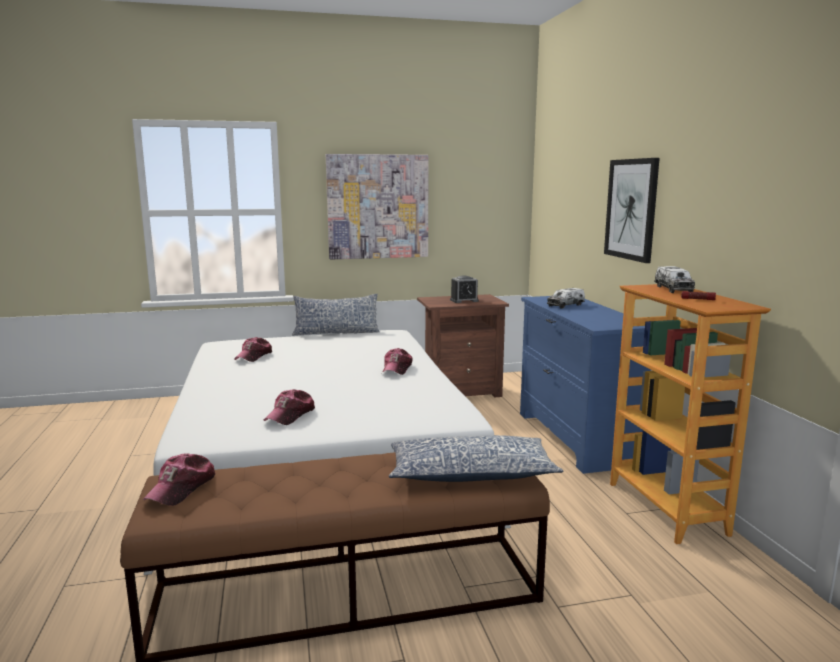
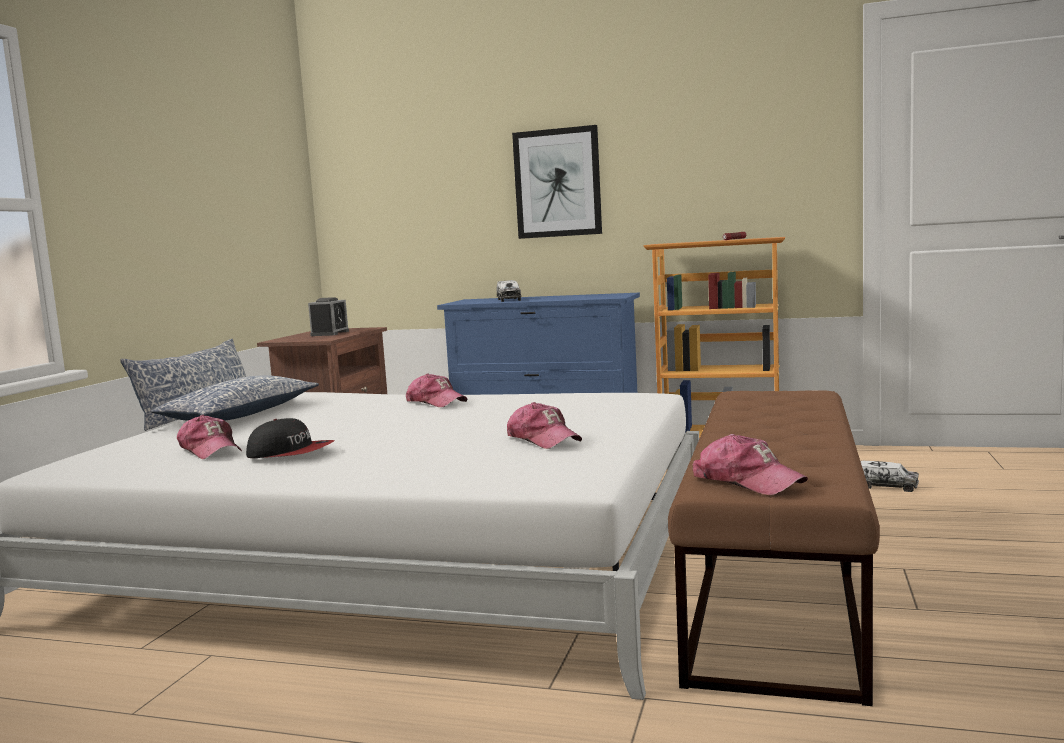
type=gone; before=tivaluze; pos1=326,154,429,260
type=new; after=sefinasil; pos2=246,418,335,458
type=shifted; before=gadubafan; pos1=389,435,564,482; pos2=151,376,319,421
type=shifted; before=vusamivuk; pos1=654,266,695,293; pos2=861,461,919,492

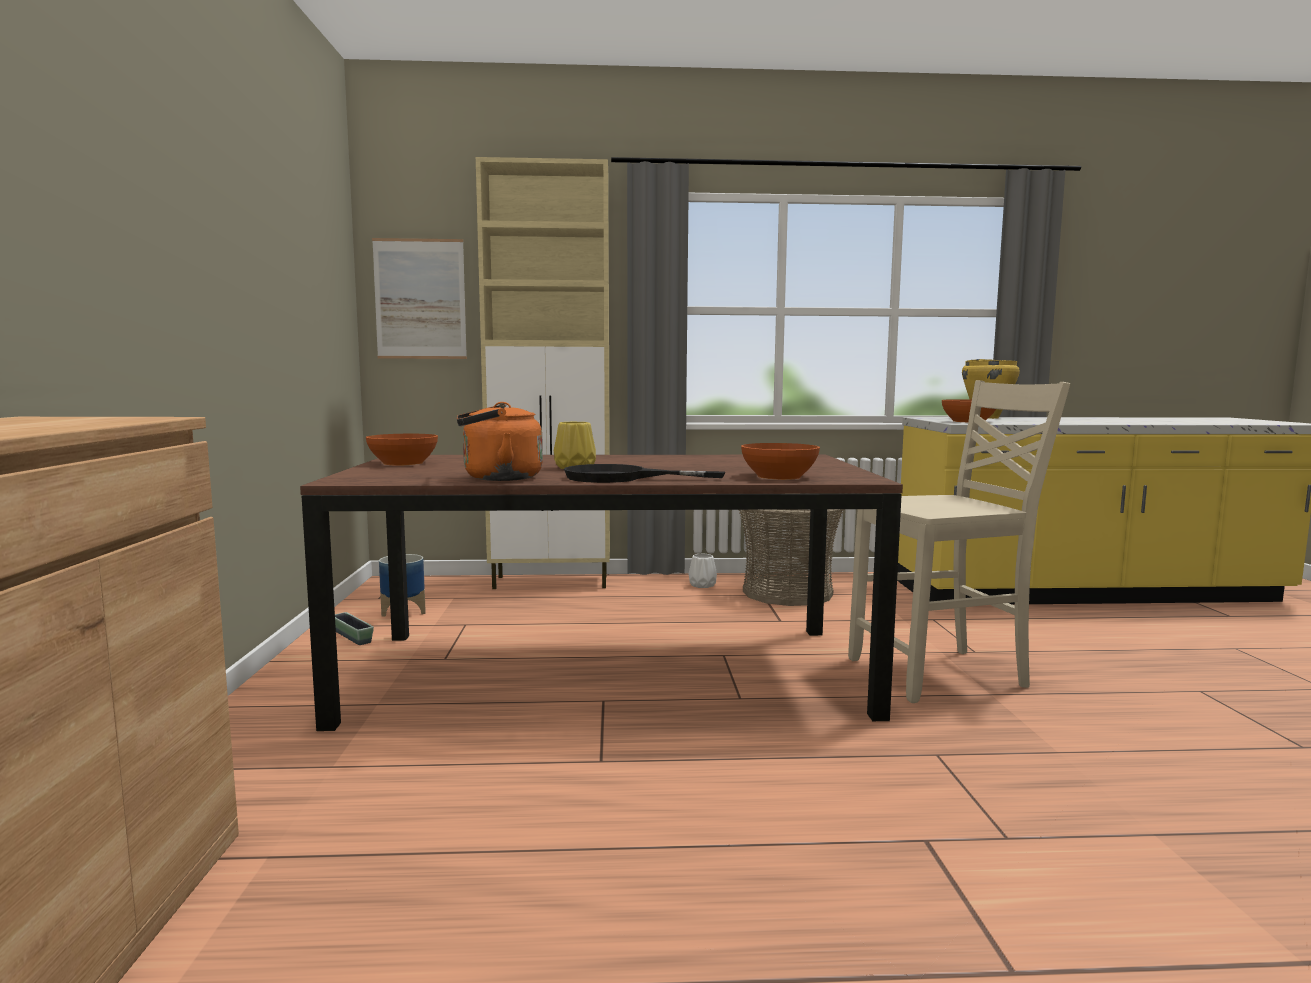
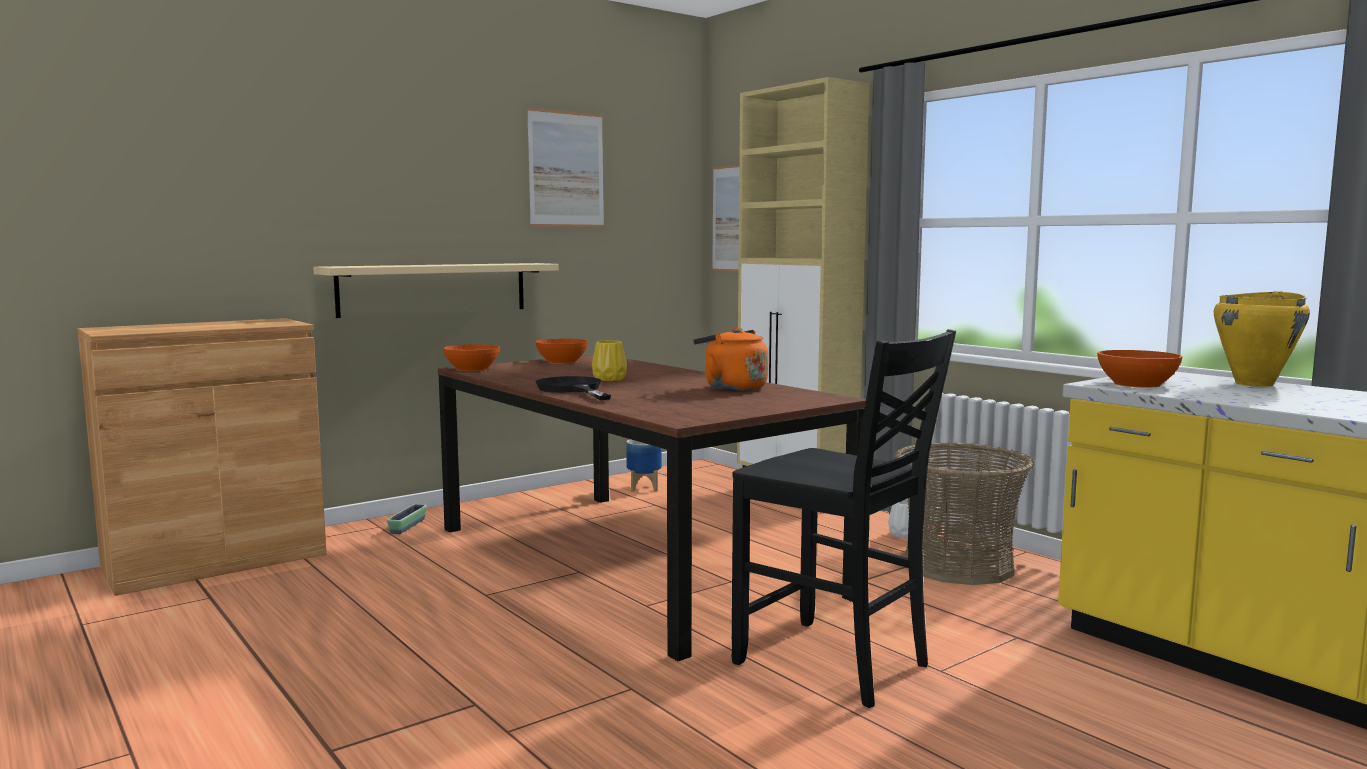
type=new; after=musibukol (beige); pos2=313,263,559,318
type=new; after=tivaluze; pos2=527,108,604,227
type=shifted; before=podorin; pos1=335,612,374,645; pos2=387,504,427,534
type=shifted; before=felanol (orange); pos1=457,402,543,481; pos2=693,328,768,391
type=shifted; before=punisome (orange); pos1=741,443,820,480; pos2=443,344,500,371
type=repainted; before=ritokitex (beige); after=ritokitex (black); pos1=848,380,1070,703; pos2=732,329,956,708

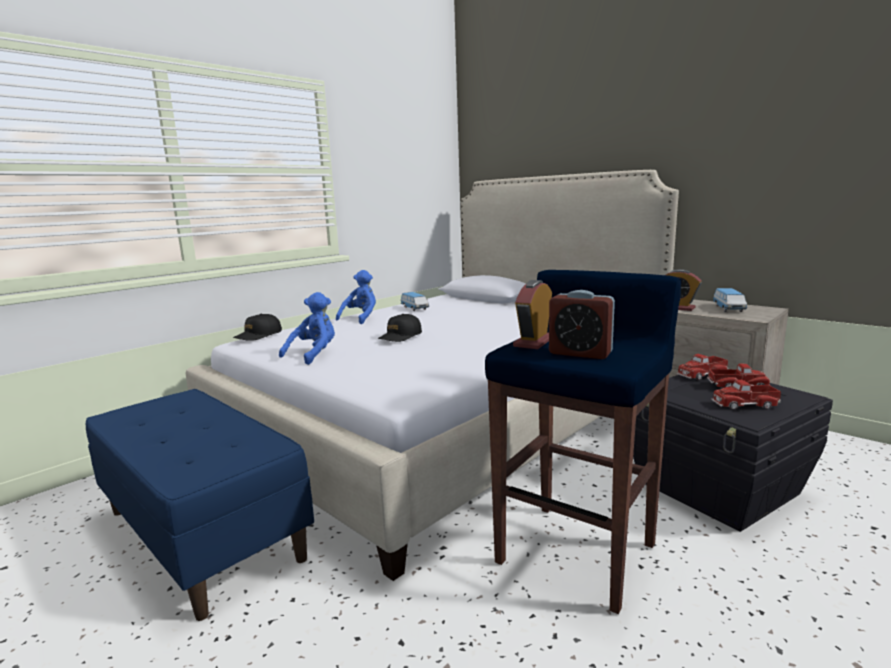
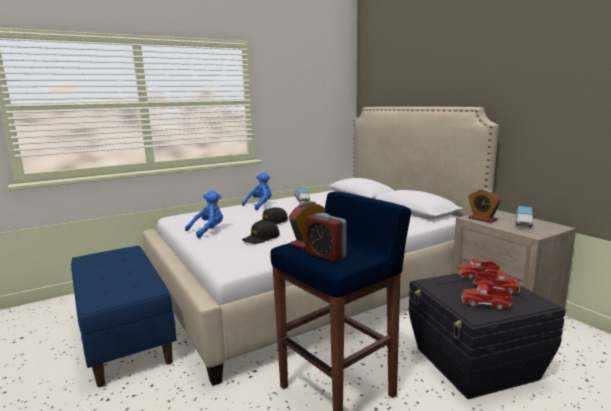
type=shifted; before=sefinasil (black); pos1=233,314,282,341; pos2=242,221,280,244

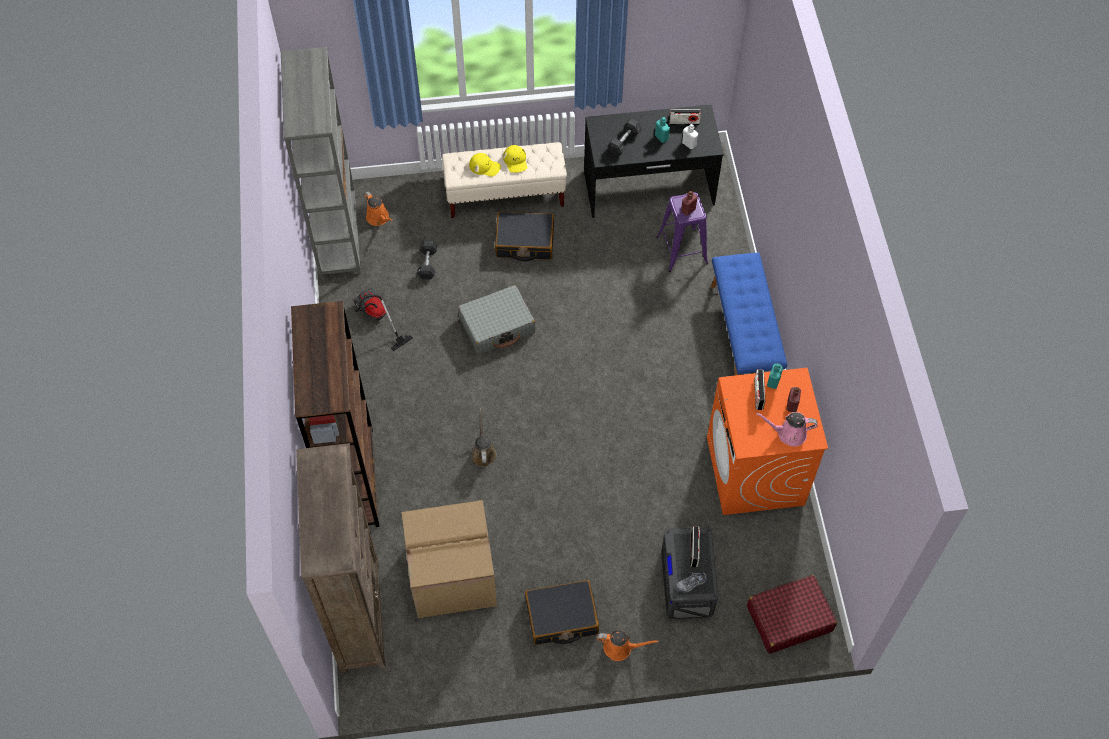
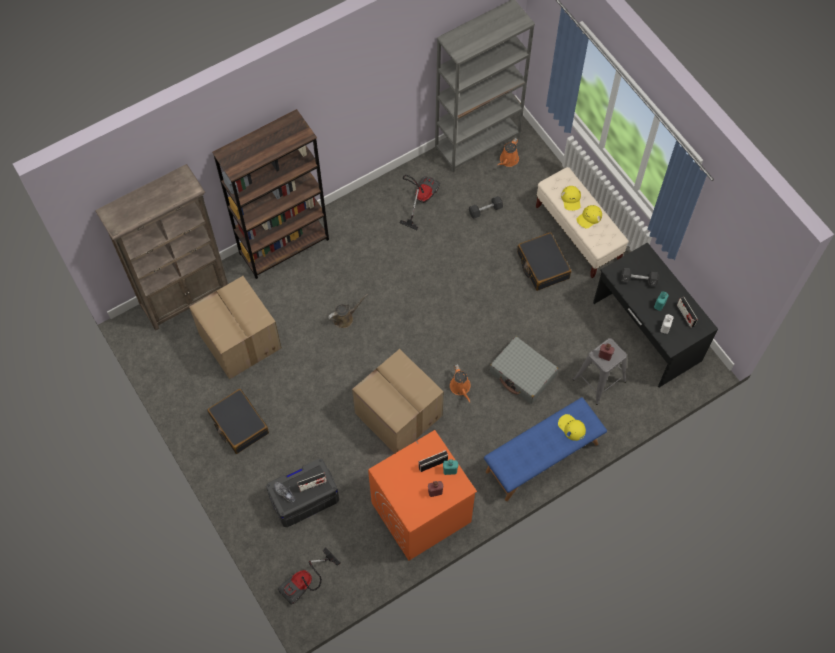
type=gone; before=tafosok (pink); pos1=756,412,818,447
type=new; after=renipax; pos2=352,349,444,453
type=new; after=sefinasil (yellow); pos2=558,414,586,441
type=shifted; before=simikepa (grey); pos1=458,285,535,354; pos2=490,336,558,404
type=shifted; before=tafosok (orange); pos1=597,630,659,661; pos2=450,364,471,403
type=swapped; before=simikepa (red); after=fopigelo; pos1=747,575,837,654; pos2=278,547,340,605
type=repainted; before=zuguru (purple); after=zuguru (grey); pos1=657,192,708,272; pos2=573,338,627,405

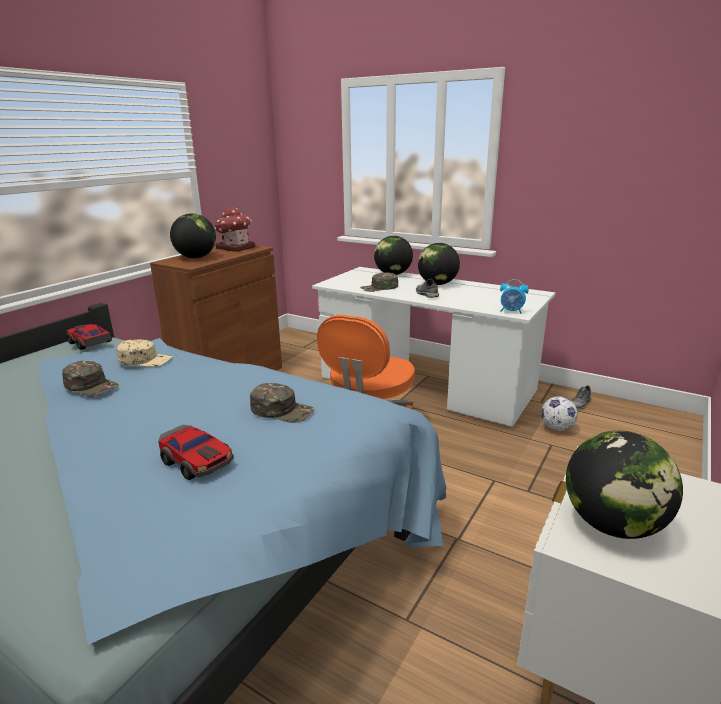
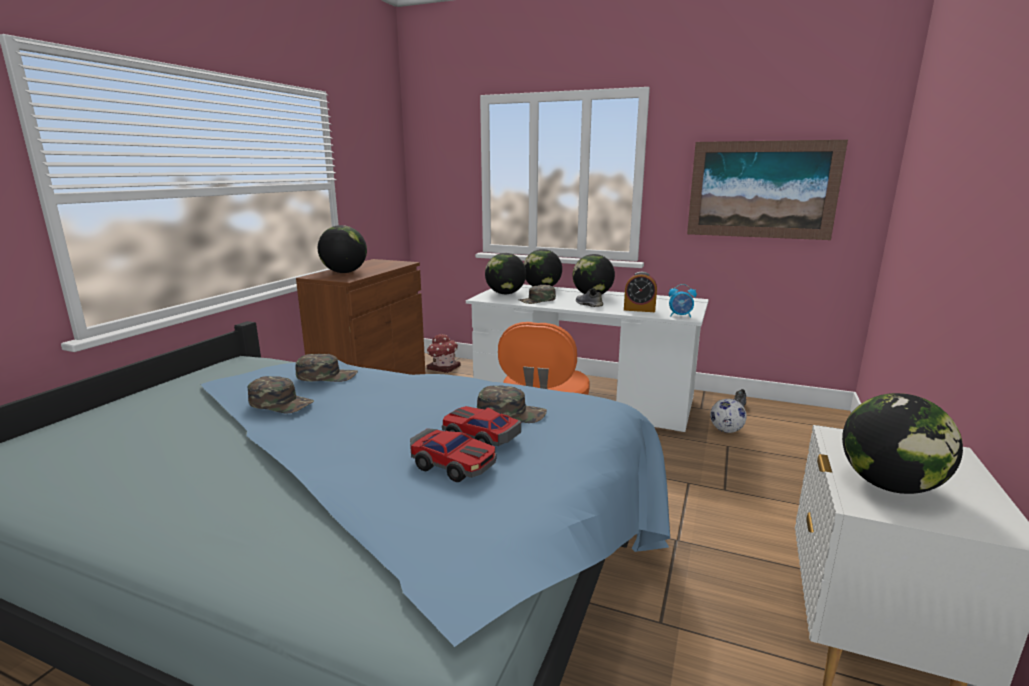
type=new; after=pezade; pos2=485,253,526,294
type=new; after=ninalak; pos2=624,272,657,312
type=new; after=tivaluze; pos2=687,140,848,240
type=shifted; before=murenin; pos1=66,324,112,350; pos2=442,406,521,446
type=shifted; before=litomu; pos1=214,206,255,252; pos2=427,334,461,373
type=repainted; before=sefinasil (beige); after=sefinasil (green); pos1=116,339,173,367; pos2=295,354,358,382

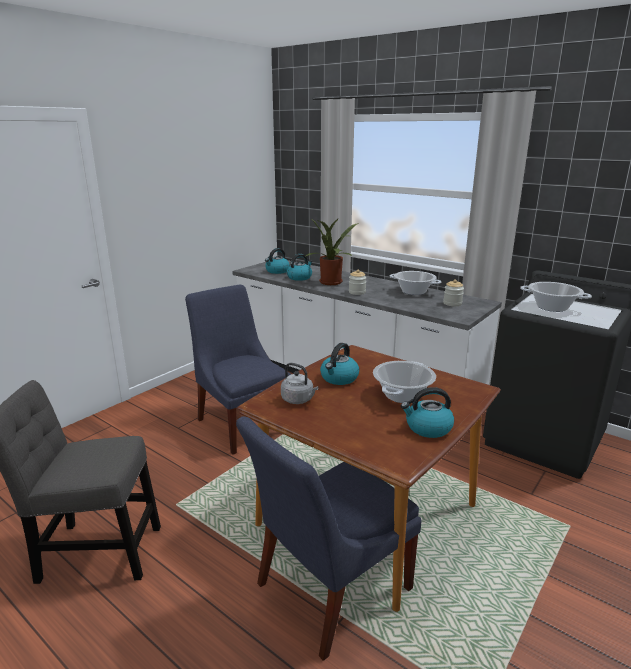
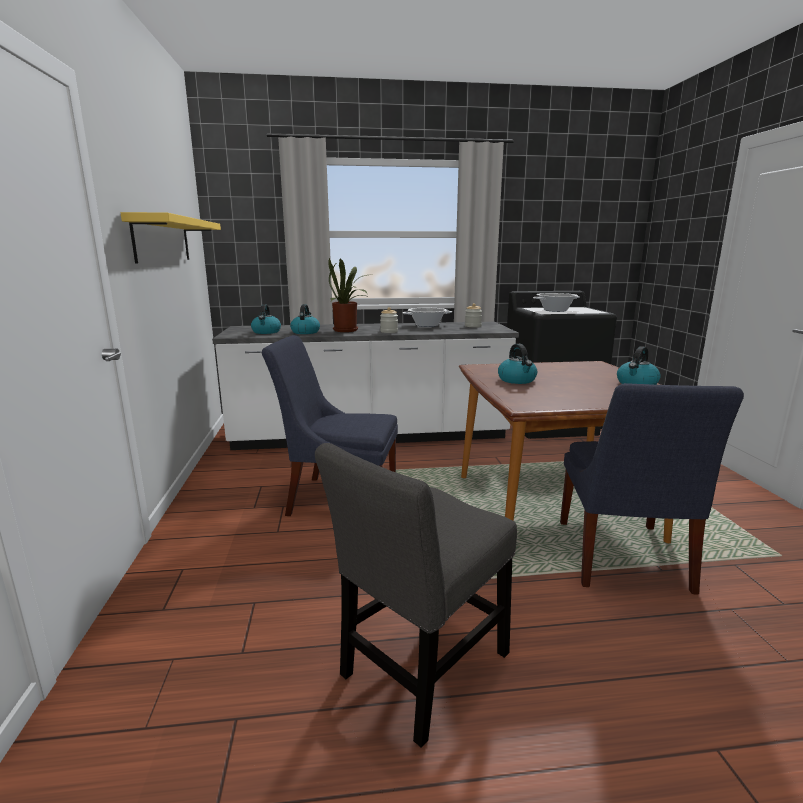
type=gone; before=felanol (grey); pos1=281,363,319,404
type=gone; before=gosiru; pos1=373,361,436,403
type=new; after=musibukol (yellow); pos2=121,212,221,264

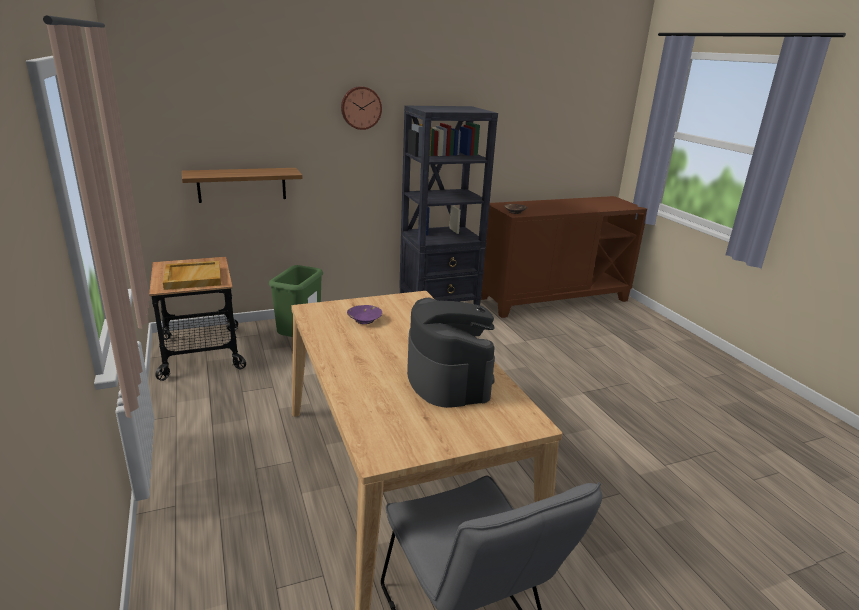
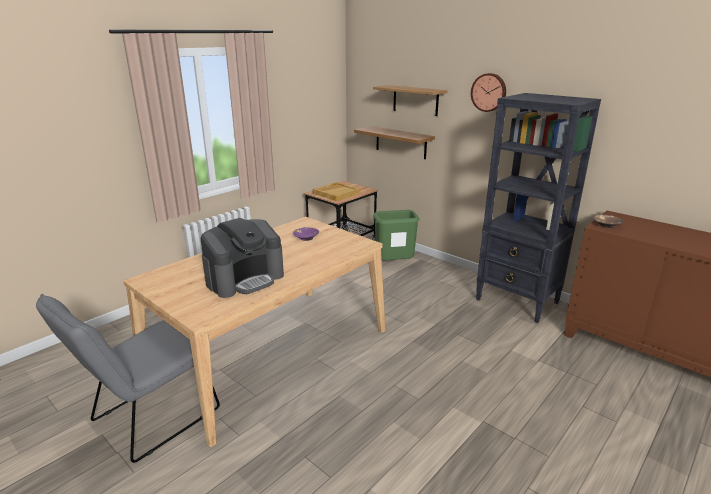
type=new; after=musibukol; pos2=373,85,448,116

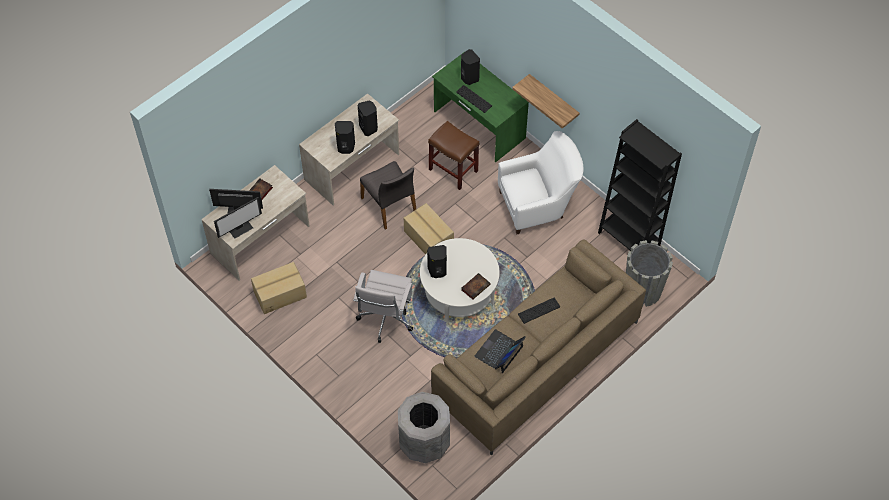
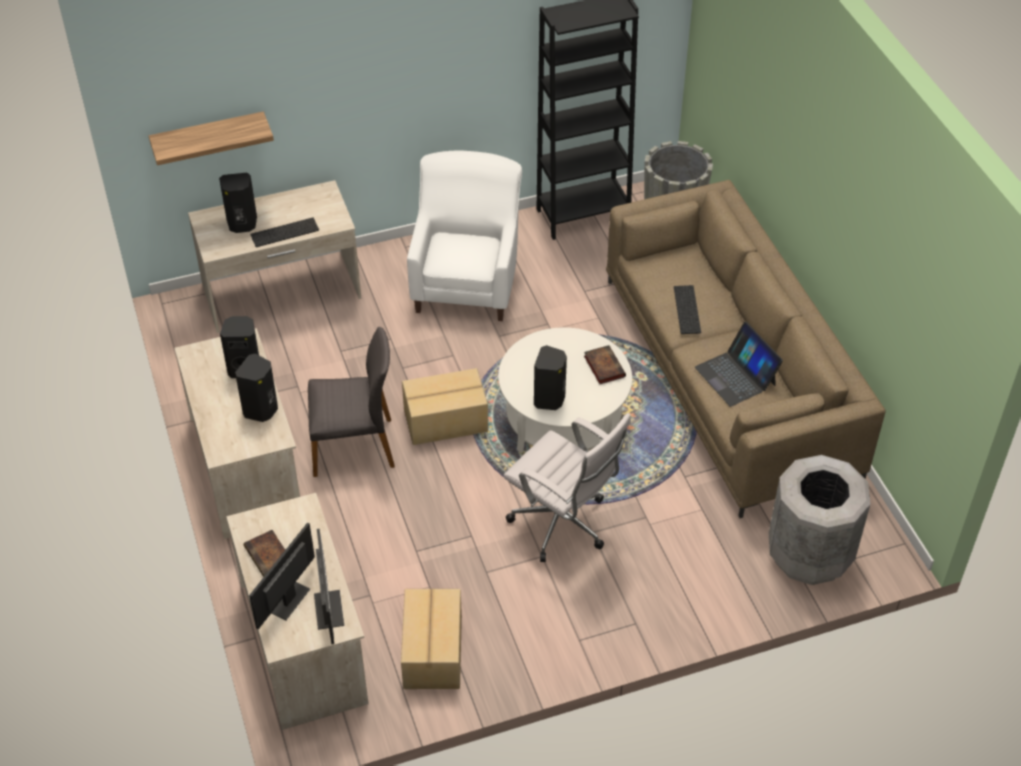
type=gone; before=zuguru (brown); pos1=428,121,479,190
type=shifted; before=musibukol; pos1=512,74,579,129; pos2=149,111,274,165
type=repainted; before=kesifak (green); after=kesifak (beige); pos1=432,53,529,162; pos2=188,180,361,333

